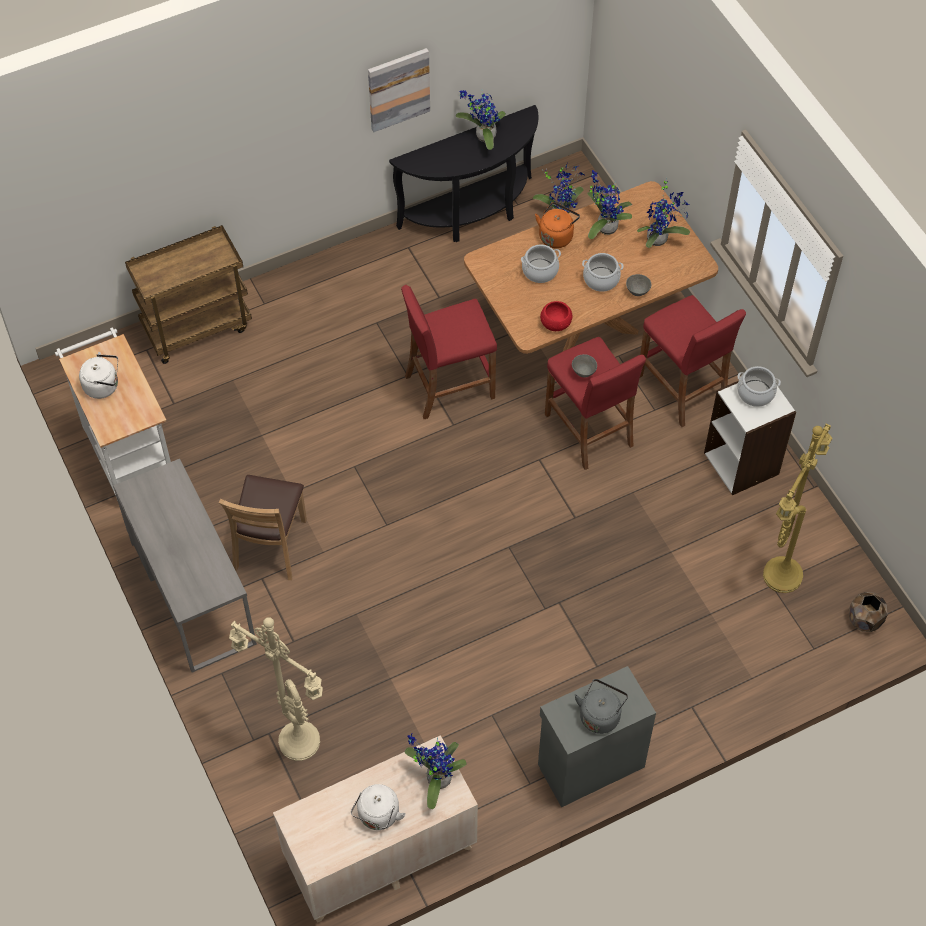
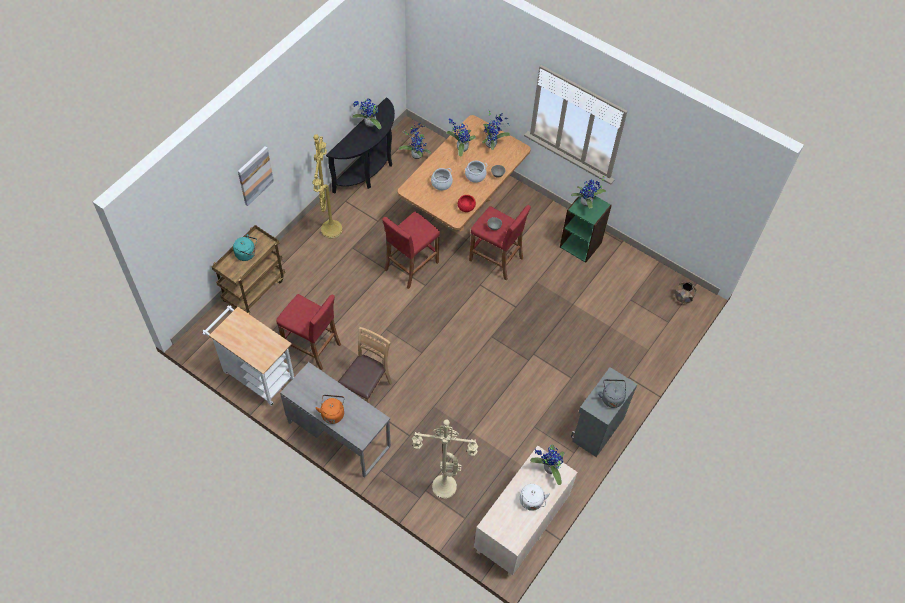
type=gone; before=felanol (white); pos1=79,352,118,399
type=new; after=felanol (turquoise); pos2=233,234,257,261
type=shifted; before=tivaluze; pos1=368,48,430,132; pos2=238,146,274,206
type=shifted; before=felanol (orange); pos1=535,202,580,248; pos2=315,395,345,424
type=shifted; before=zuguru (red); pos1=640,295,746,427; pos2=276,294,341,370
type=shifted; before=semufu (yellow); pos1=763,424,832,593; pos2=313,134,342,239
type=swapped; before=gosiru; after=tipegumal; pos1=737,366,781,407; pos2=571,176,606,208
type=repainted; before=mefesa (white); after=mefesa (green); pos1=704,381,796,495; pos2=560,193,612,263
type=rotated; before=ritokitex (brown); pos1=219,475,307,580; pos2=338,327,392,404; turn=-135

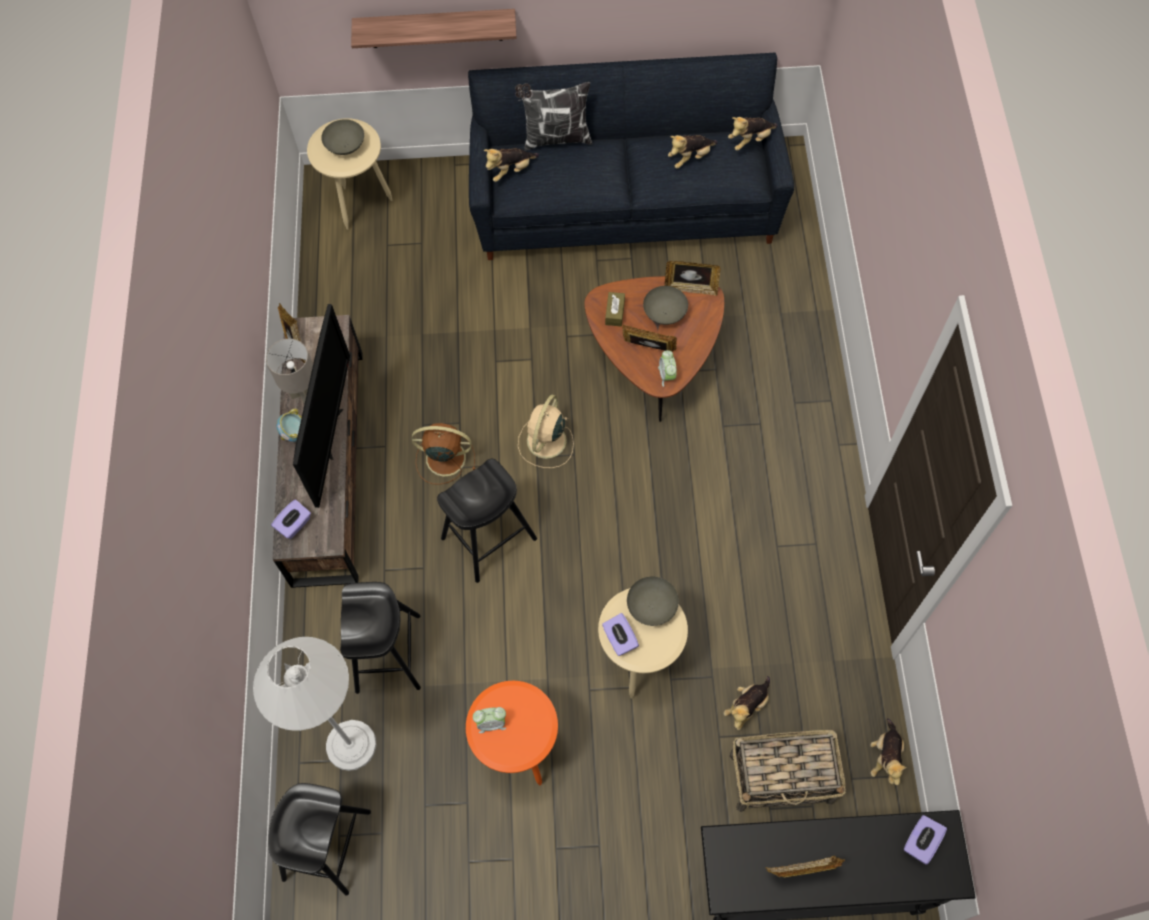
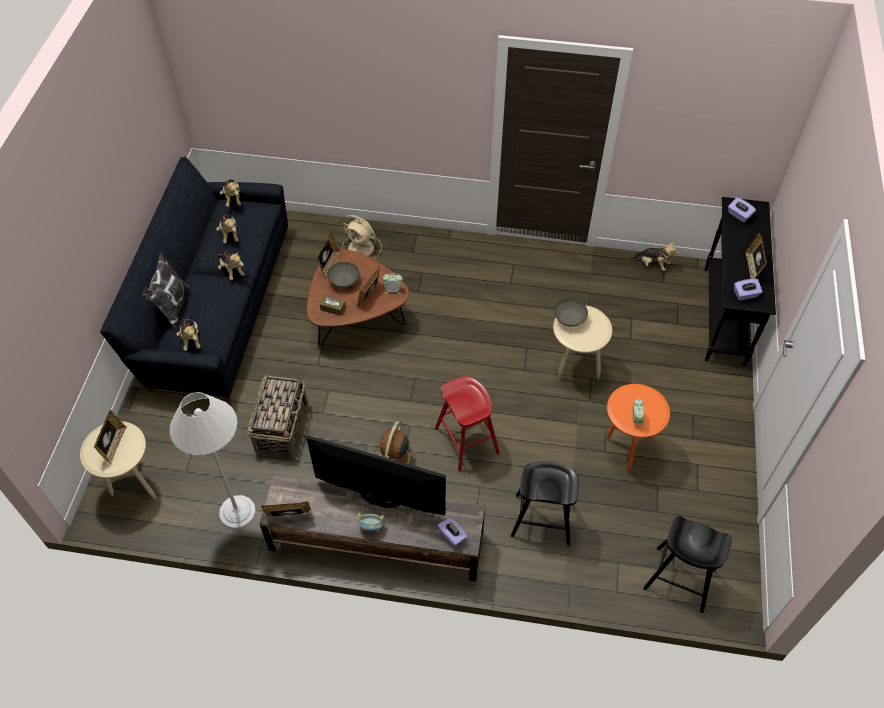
type=gone; before=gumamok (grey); pos1=266,339,313,404
type=gone; before=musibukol; pos1=351,9,516,48
type=shifted; before=semufu (white); pos1=253,637,377,771; pos2=170,392,256,529
type=shifted; before=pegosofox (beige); pos1=518,395,574,468; pos2=342,215,382,259
type=shifted; before=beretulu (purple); pos1=602,613,639,656; pos2=734,279,763,300
type=shifted; before=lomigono; pos1=724,676,770,730; pos2=218,251,245,280
type=shifted; before=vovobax; pos1=730,730,846,812; pos2=247,375,308,457
type=swapped; before=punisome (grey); after=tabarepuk; pos1=321,119,364,155; pos2=94,410,127,464
type=repainted; before=zuguru (black); after=zuguru (red); pos1=437,459,537,583; pos2=435,376,500,471

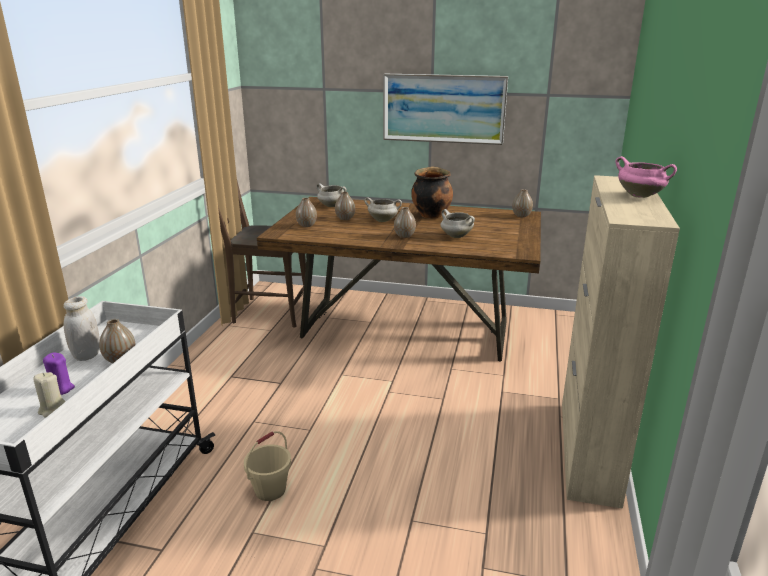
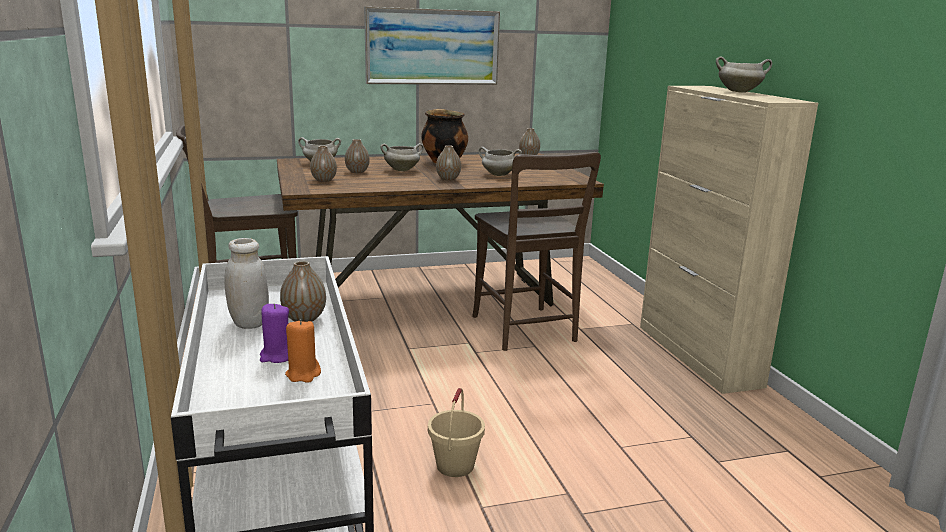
type=new; after=ritokitex (brown); pos2=472,152,601,351
type=repainted; before=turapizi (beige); after=turapizi (orange); pos1=33,372,66,418; pos2=285,319,321,383
type=repainted; before=gosiru (pink); after=gosiru (white); pos1=615,156,677,198; pos2=716,57,772,92

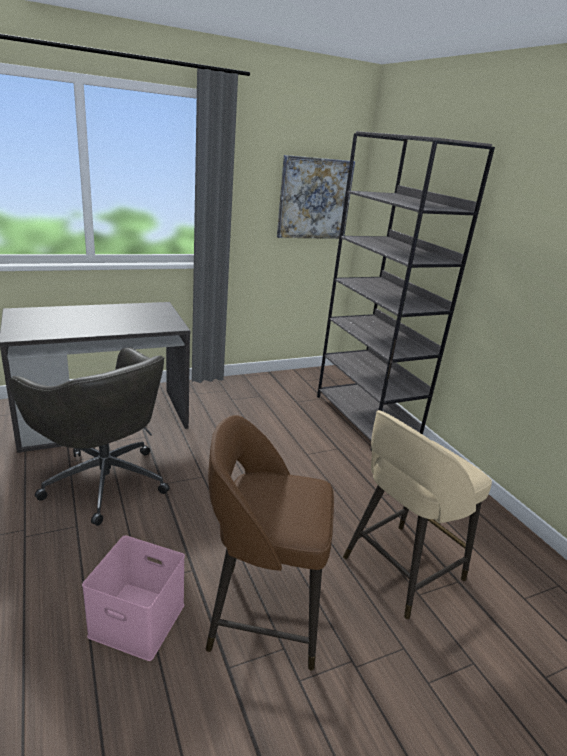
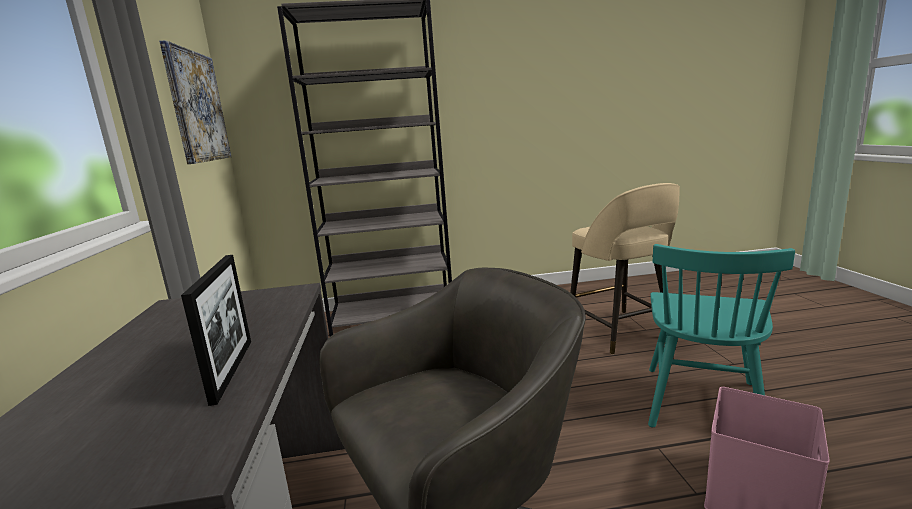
type=new; after=tabarepuk; pos2=181,255,251,406
type=swapped; before=zuguru (brown); after=ritokitex (turquoise); pos1=206,415,334,670; pos2=648,244,795,427

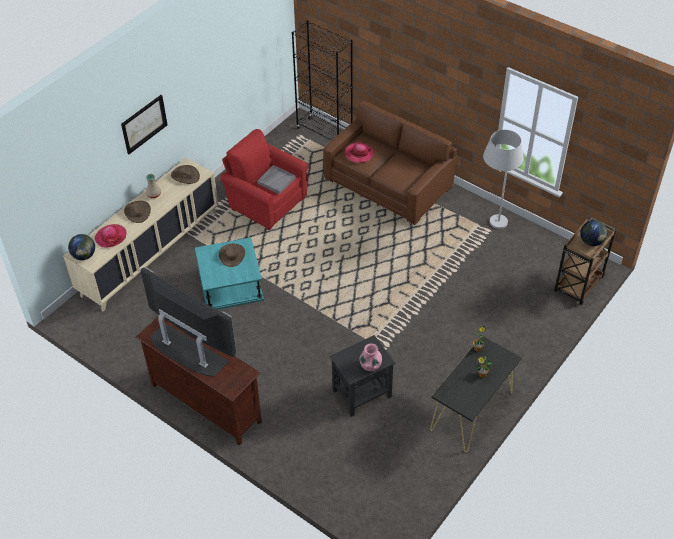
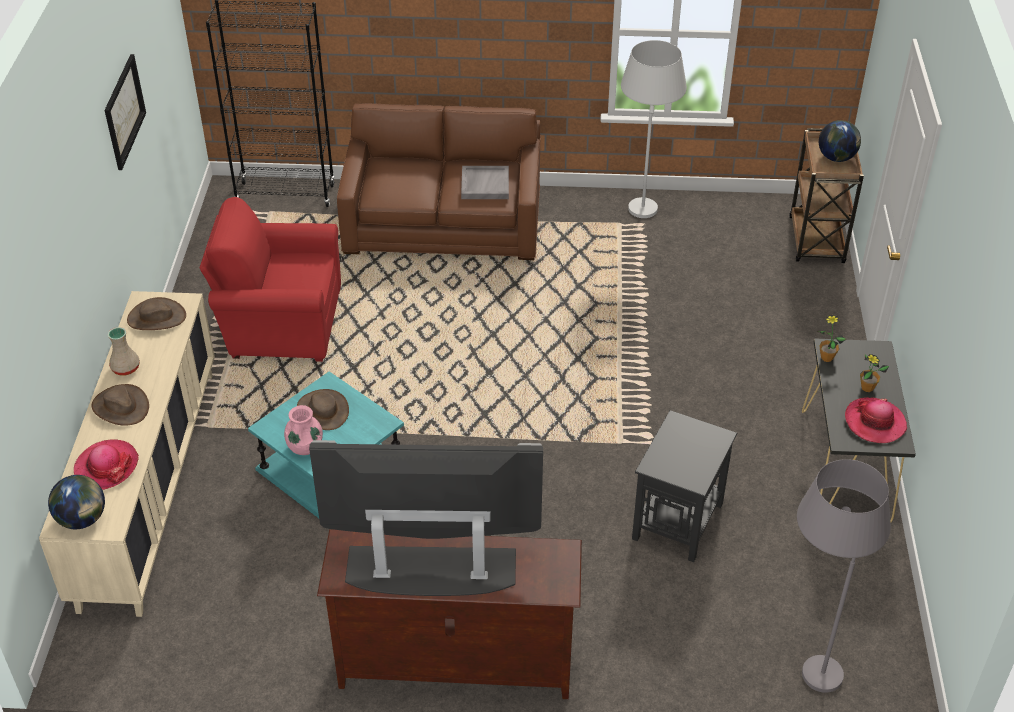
type=new; after=semufu (grey); pos2=797,459,891,693
type=shifted; before=tivaluze; pos1=121,95,168,154; pos2=104,54,146,170
type=shifted; before=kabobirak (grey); pos1=257,165,296,194; pos2=461,166,509,199
type=shifted; before=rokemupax; pos1=345,142,374,163; pos2=845,397,907,443
type=shifted; before=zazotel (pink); pos1=360,343,382,371; pos2=284,405,323,455

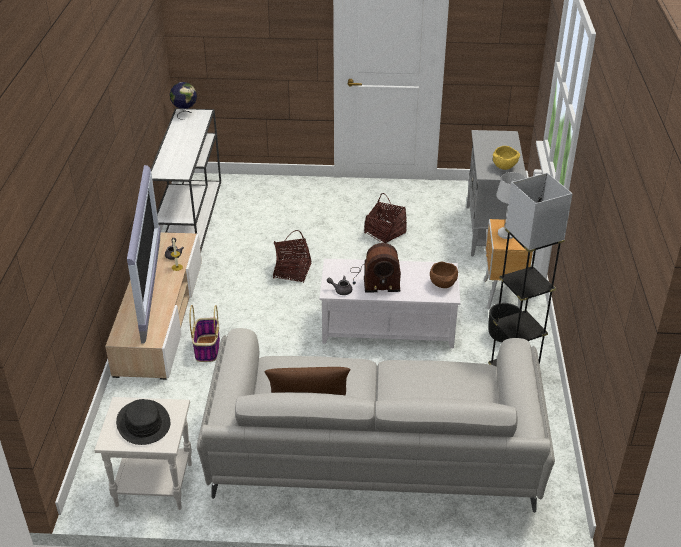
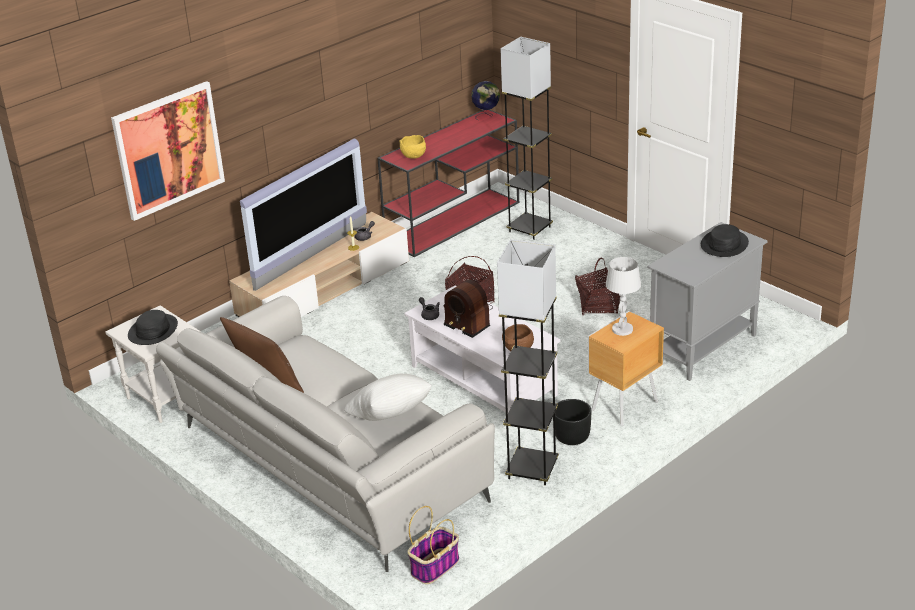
type=new; after=tivaluze; pos2=111,81,225,221
type=new; after=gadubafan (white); pos2=344,374,432,421
type=new; after=semufu (grey); pos2=500,37,553,240
type=new; after=rokemupax (black); pos2=701,224,749,257
type=shifted; before=vovobax; pos1=189,305,220,362; pos2=408,506,459,584
type=shifted; before=punisome (yellow); pos1=493,146,520,170; pos2=399,135,426,159
type=repainted; before=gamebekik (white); after=gamebekik (red); pos1=151,108,221,250; pos2=377,109,519,257

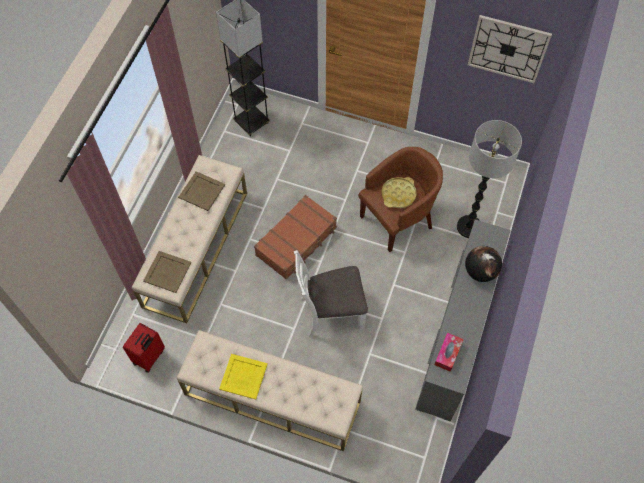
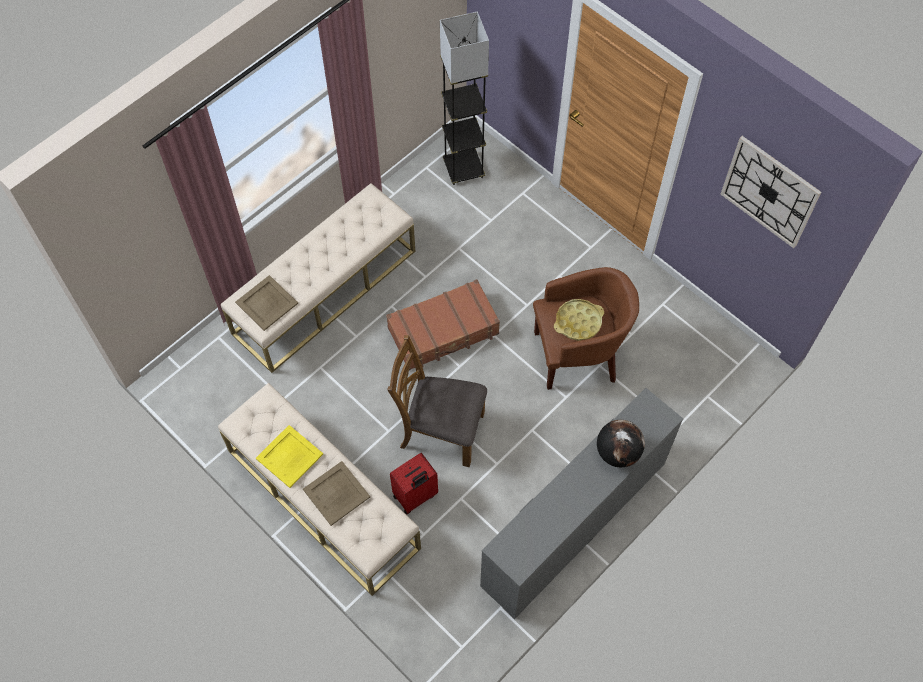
type=gone; before=beretulu; pos1=434,333,464,372
type=gone; before=semufu; pos1=457,120,522,238
type=shifted; before=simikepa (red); pos1=123,323,165,373; pos2=390,453,438,514
type=shifted; before=kabobirak (beige); pos1=178,171,225,211; pos2=303,461,370,526
type=repainted; before=ritokitex (white); after=ritokitex (brown); pos1=294,250,368,337; pos2=387,335,487,467

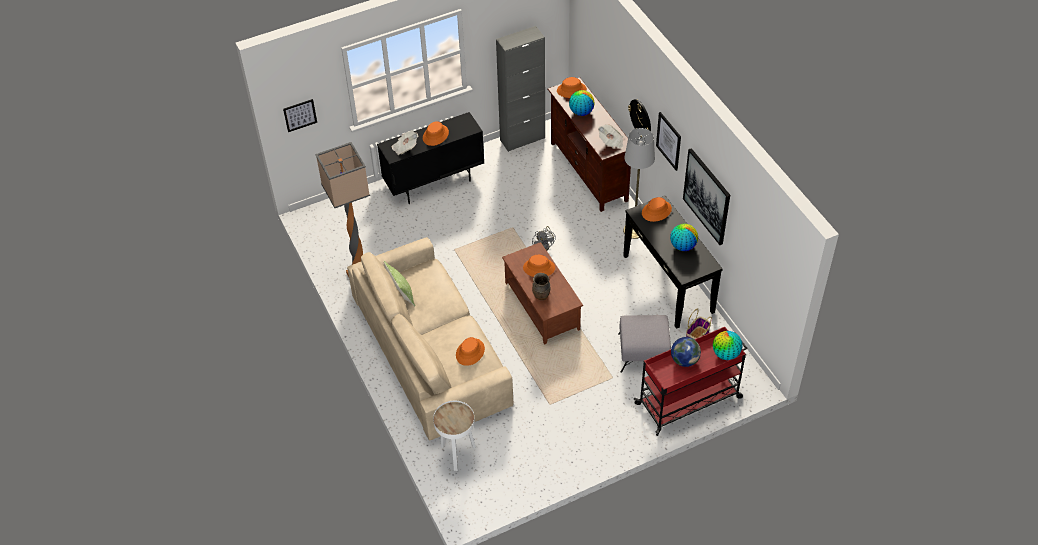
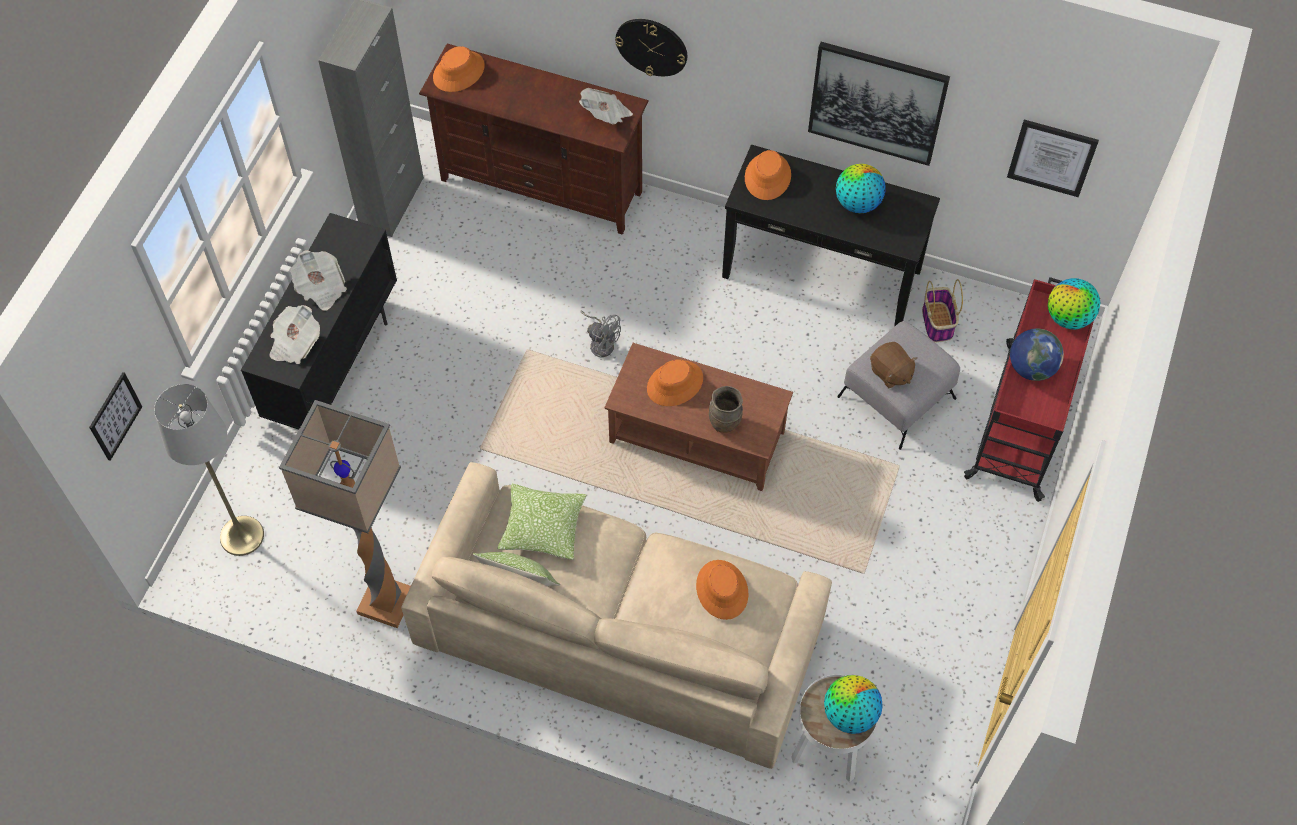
type=new; after=gadubafan; pos2=498,484,587,560
type=new; after=lomigono (brown); pos2=870,342,917,388
type=shifted; before=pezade; pos1=569,90,595,116; pos2=824,675,883,734
type=shifted; before=semufu (grey); pos1=623,128,655,239; pos2=154,384,264,556
type=shifted; before=tivaluze; pos1=656,112,681,171; pos2=1007,120,1099,197
type=swapped; before=rokemupax (orange); after=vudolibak; pos1=423,121,449,146; pos2=290,250,347,311

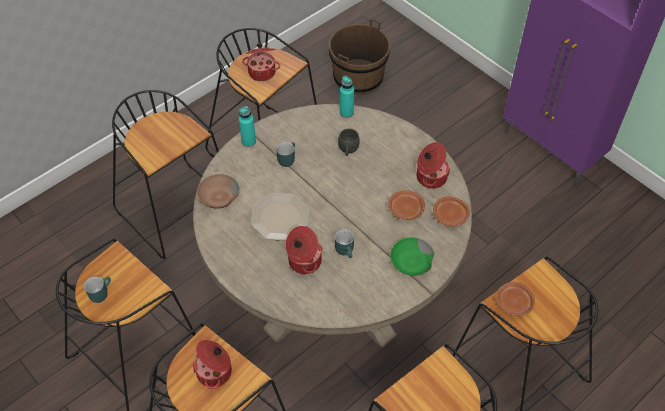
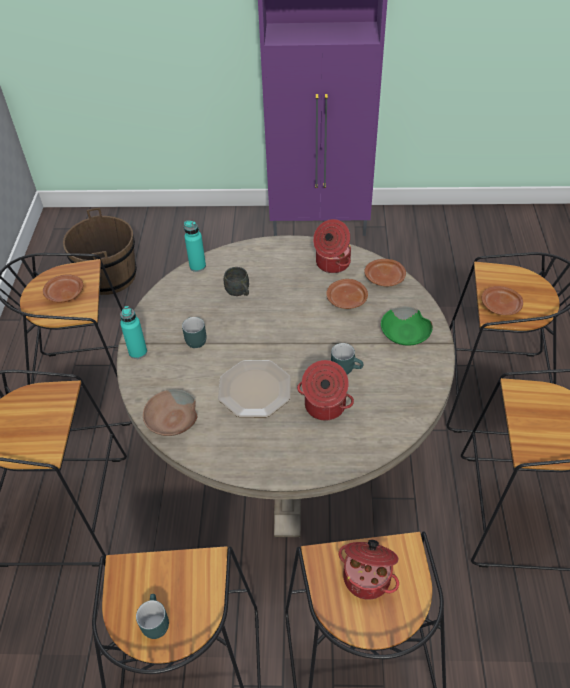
type=swapped; before=gosiru; after=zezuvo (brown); pos1=242,44,280,81; pos2=43,274,83,302

